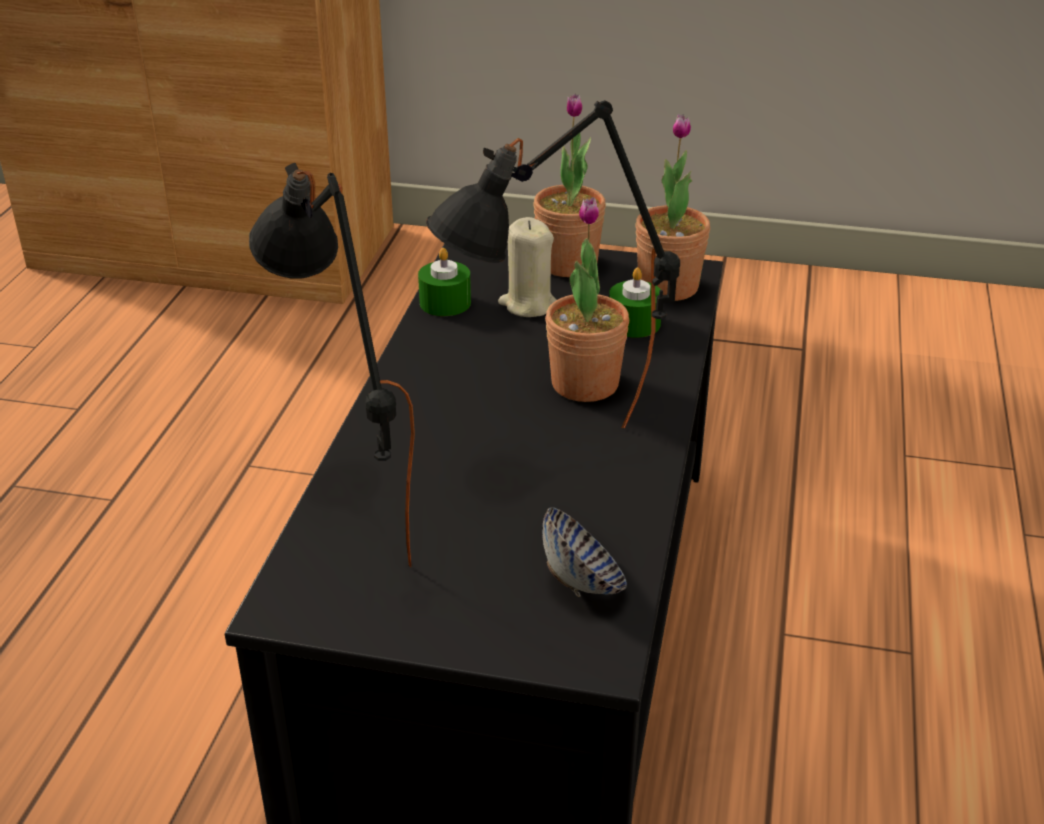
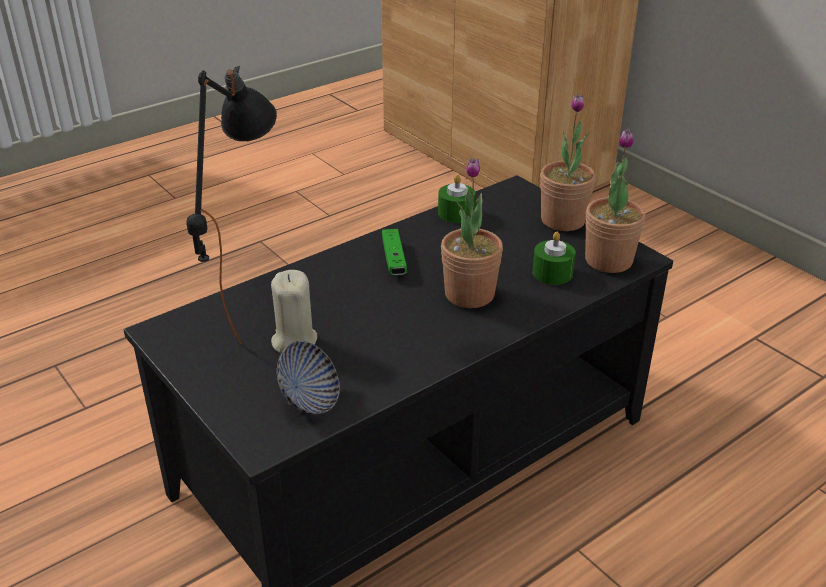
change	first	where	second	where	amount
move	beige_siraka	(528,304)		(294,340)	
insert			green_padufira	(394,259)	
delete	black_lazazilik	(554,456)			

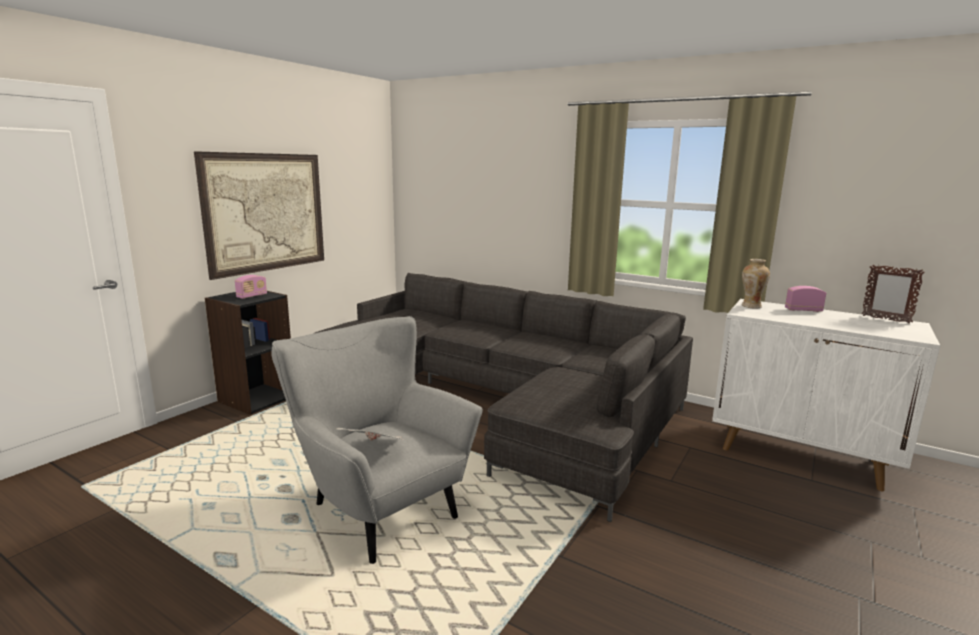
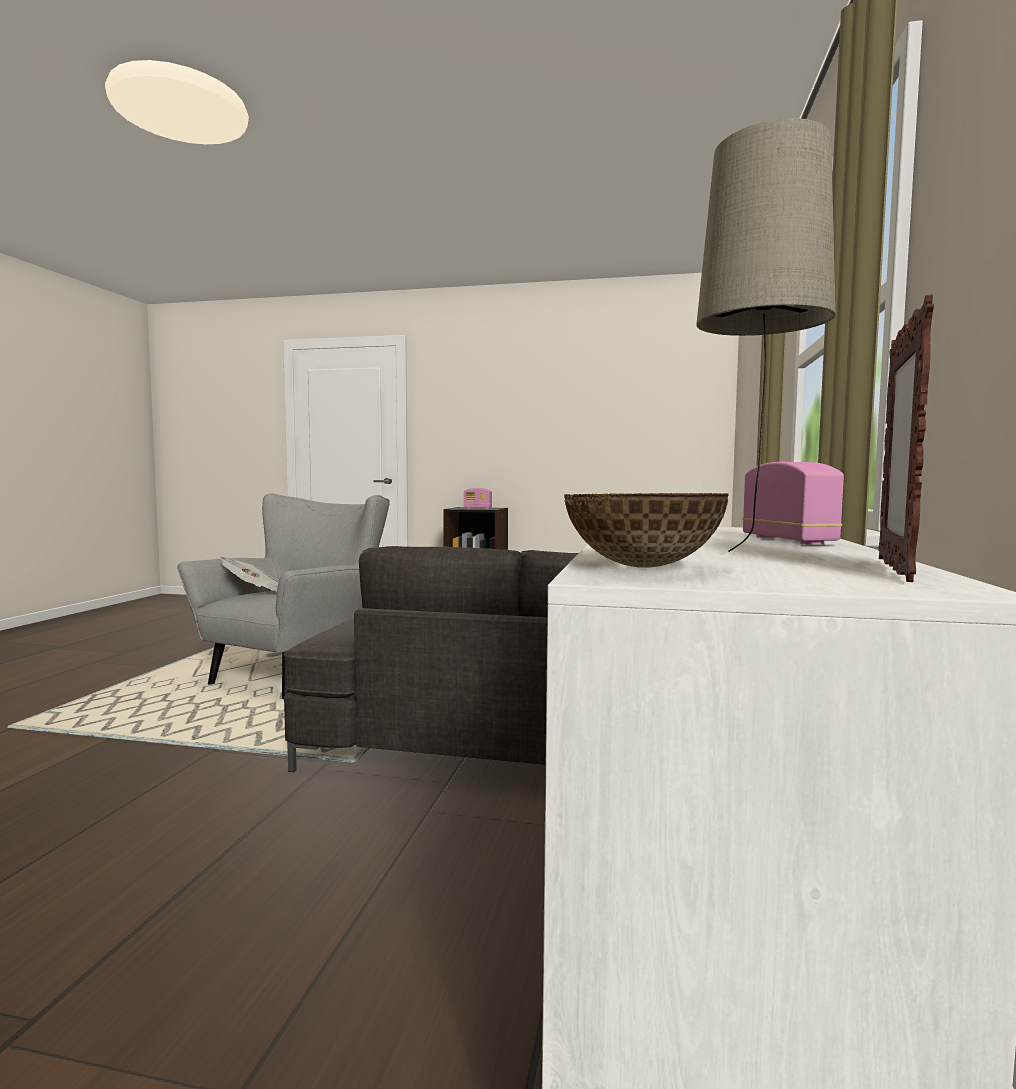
change	first	where	second	where	amount
insert			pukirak	(643,566)	
insert			beige_lazazilik	(755,555)	
delete	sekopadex	(266,212)			
delete	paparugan	(751,306)			

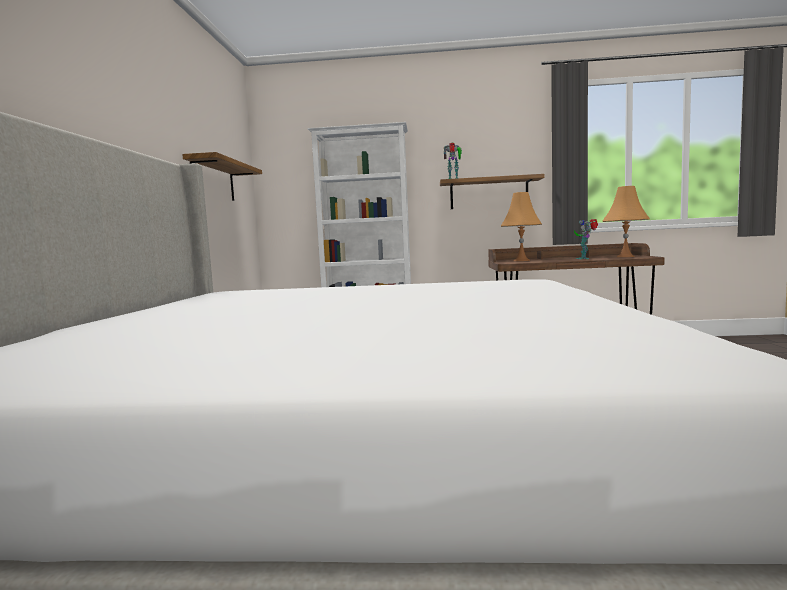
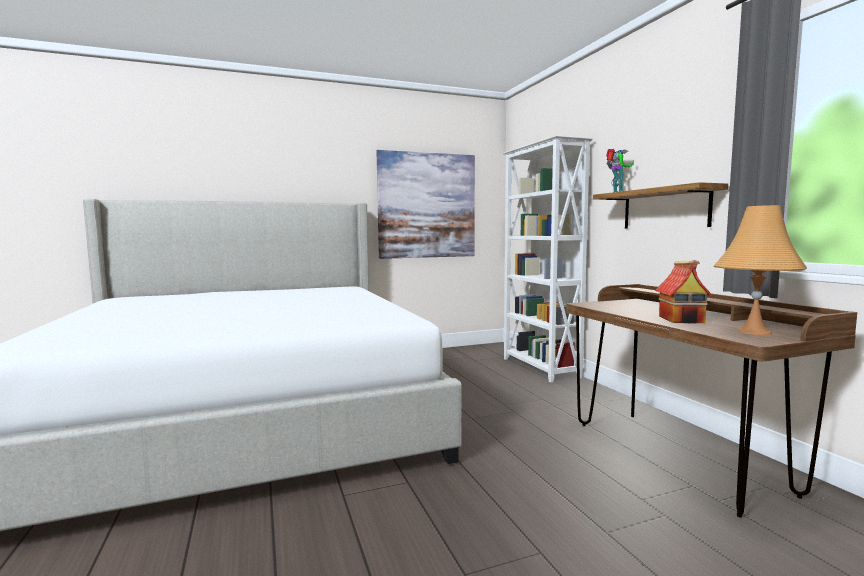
change	first	where	second	where	amount
replace	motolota	(213,180)	sekopadex	(427,205)	
replace	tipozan	(584,258)	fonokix	(682,319)	
delete	orange_lazazilik	(521,260)			

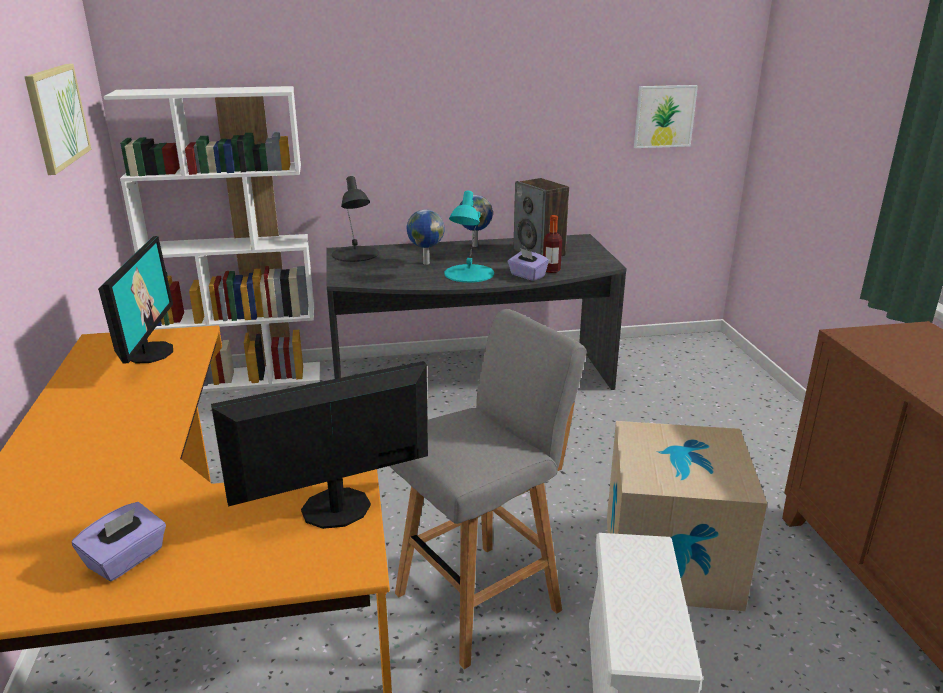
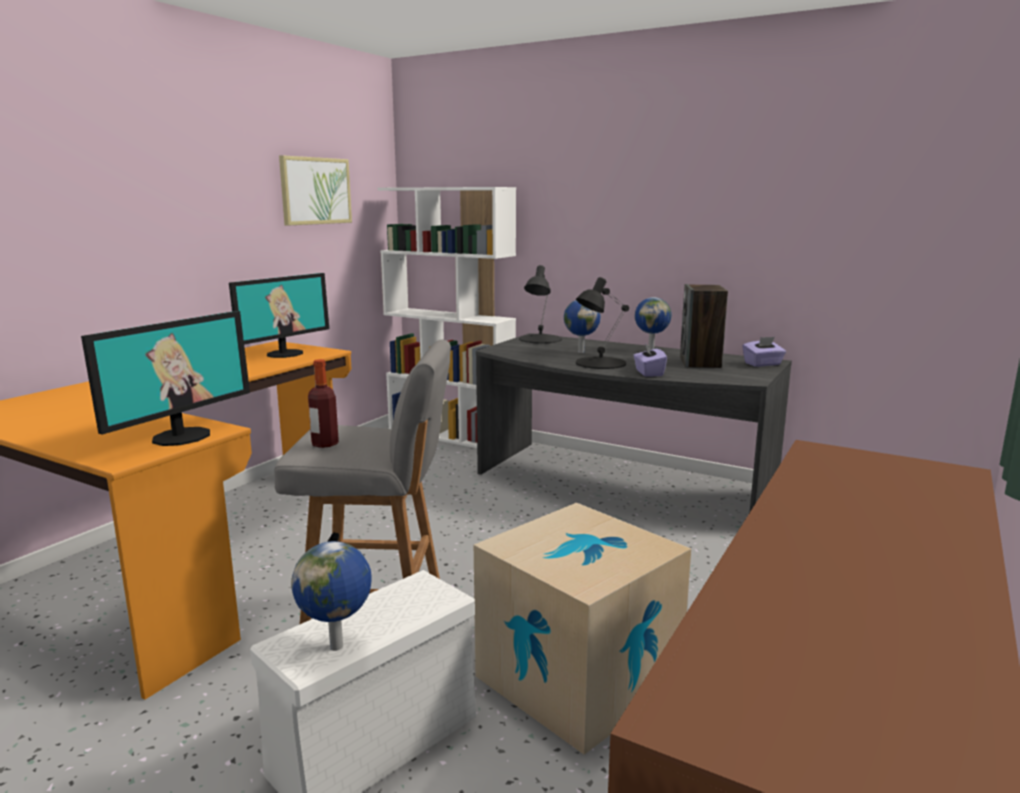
change	first	where	second	where	amount
rotate	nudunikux	(336,509)		(181,436)	105 degrees clockwise
insert			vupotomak	(338,647)	
move	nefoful	(551,270)		(325,444)	
recolor	turquoise_lazazilik	(468,274)	black_lazazilik	(599,363)	
move	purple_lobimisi	(126,559)		(762,364)	
delete	sekopadex	(664,116)			

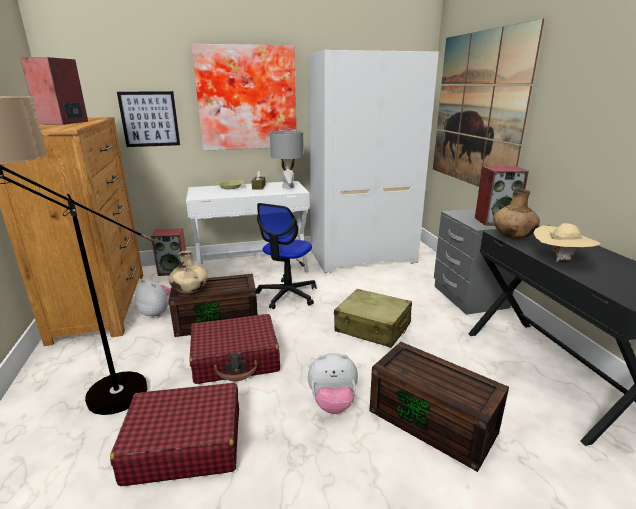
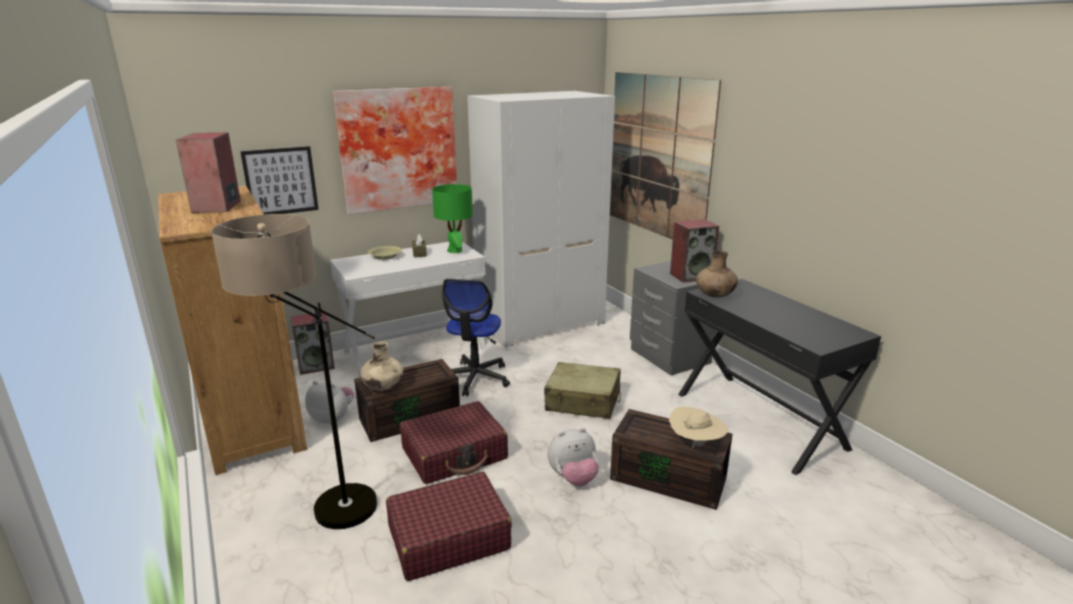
change	first	where	second	where	amount
recolor	grey_lazazilik	(288,187)	green_lazazilik	(455,251)	
move	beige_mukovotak	(560,259)		(696,444)	

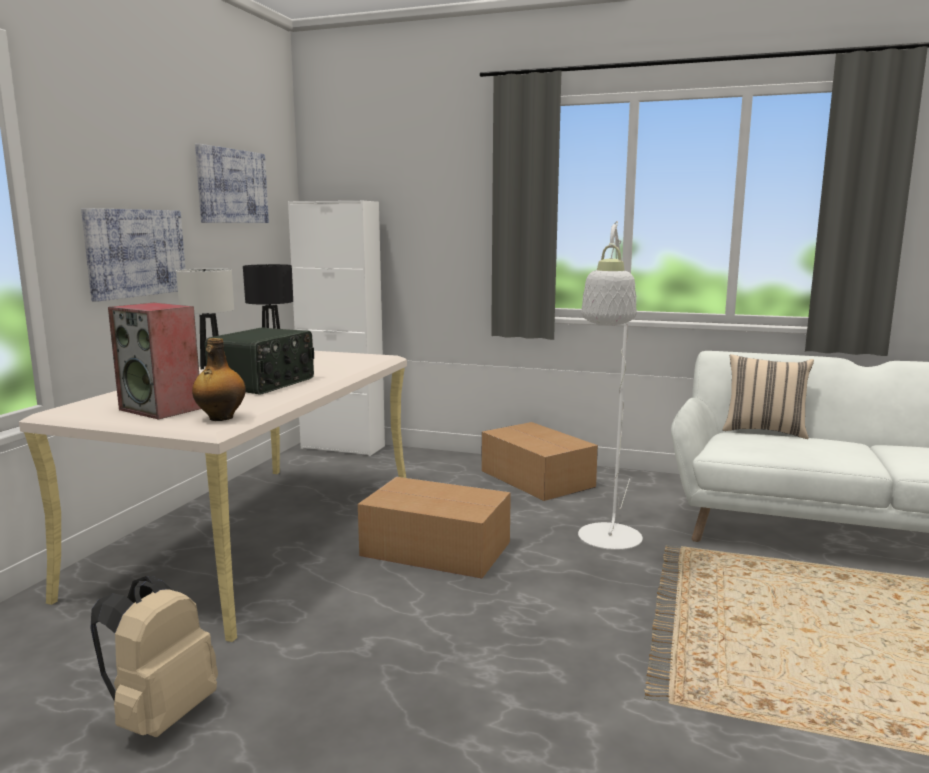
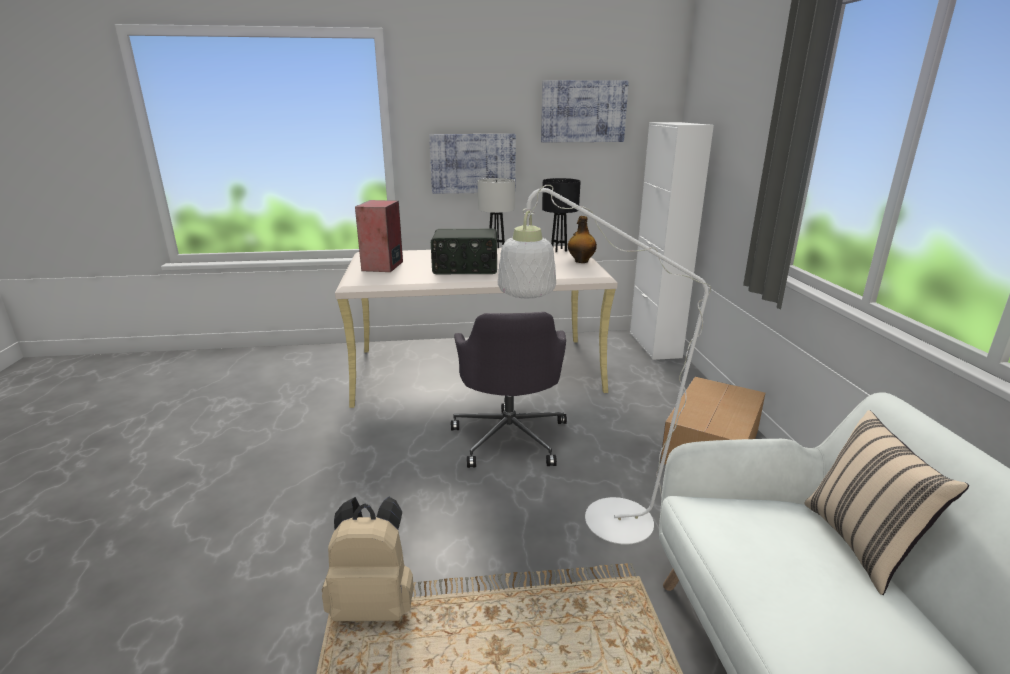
change	first	where	second	where	amount
move	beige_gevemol	(161,716)		(374,604)	
replace	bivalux	(437,549)	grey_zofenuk	(510,436)	
move	nefoful	(220,418)		(581,261)	

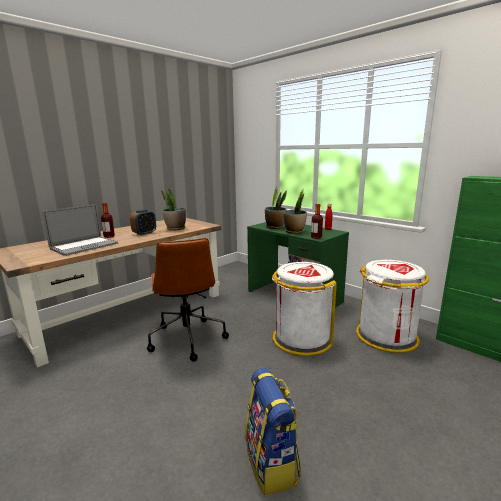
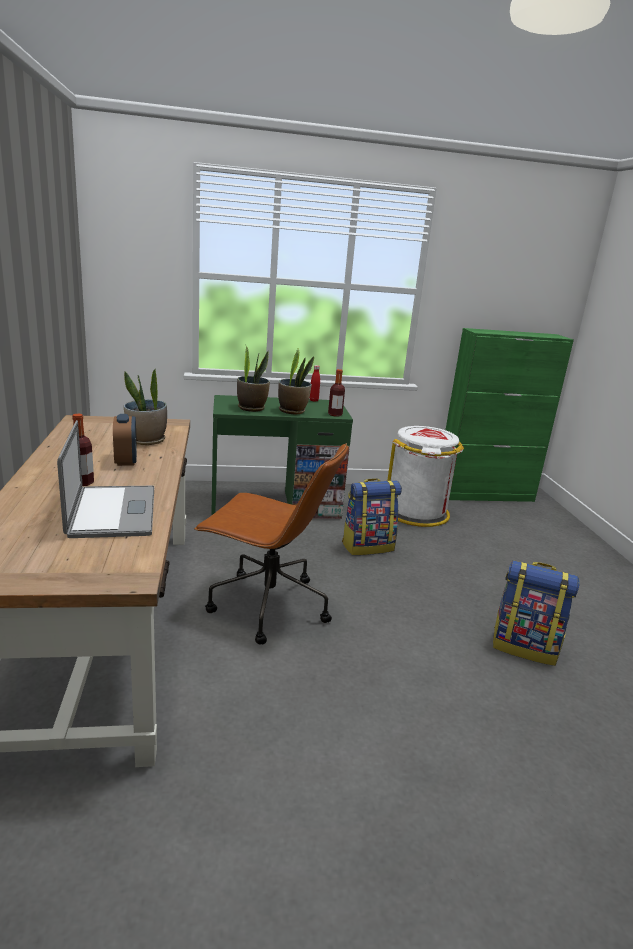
change	first	where	second	where	amount
replace	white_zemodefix	(301,339)	gevemol	(368,546)	

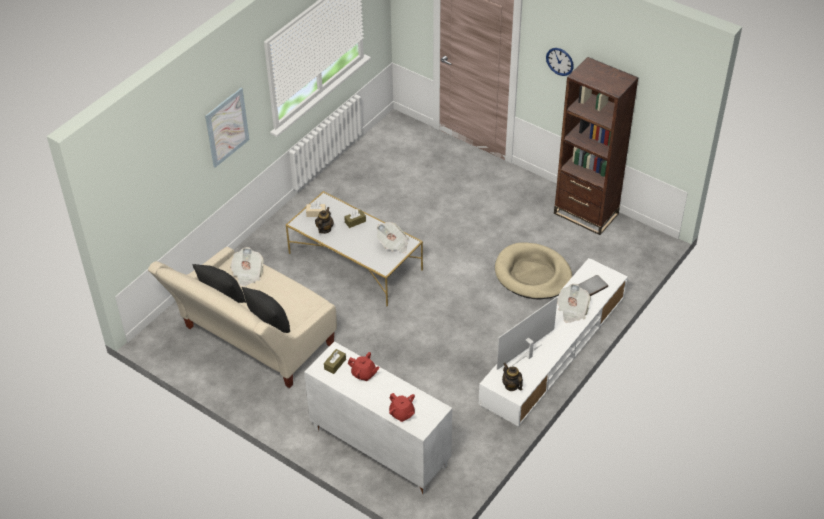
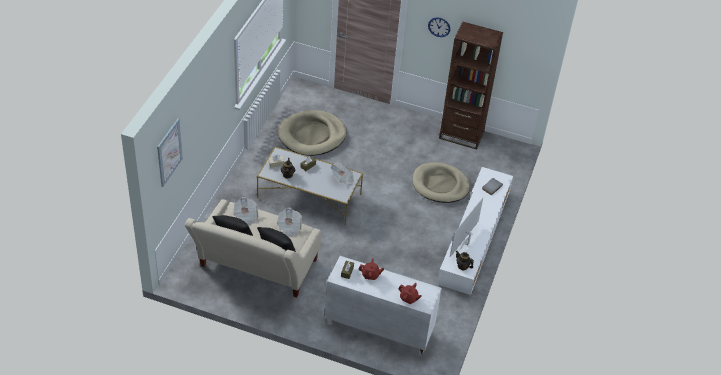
change	first	where	second	where	amount
move	sekopadex	(227,127)		(169,152)	
move	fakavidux	(572,310)		(289,228)	
insert			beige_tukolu	(312,135)	

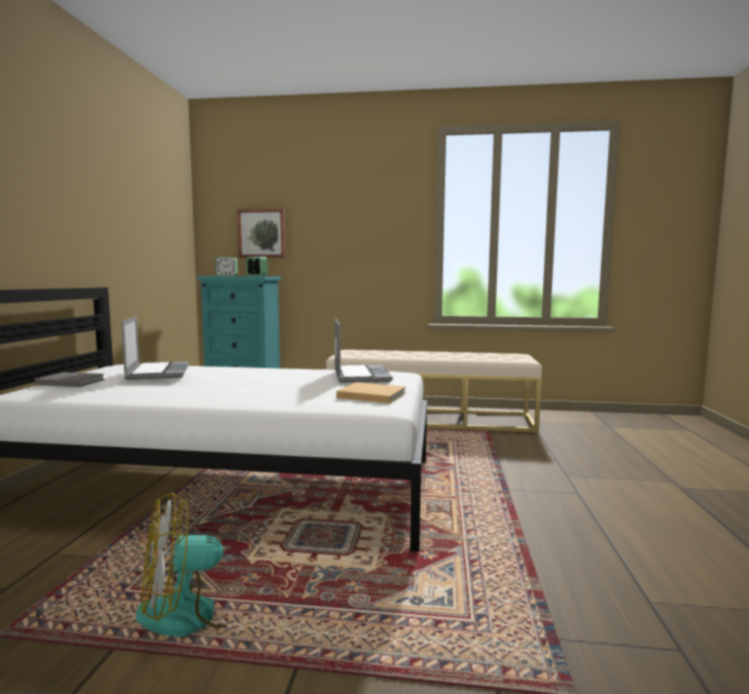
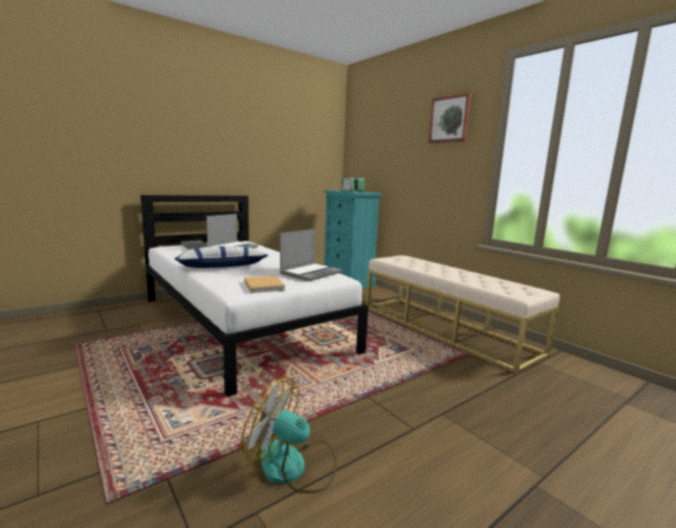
change	first	where	second	where	amount
insert			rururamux	(221,267)	
move	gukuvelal	(196,612)		(293,467)	
move	sekopadex	(262,233)		(450,119)	

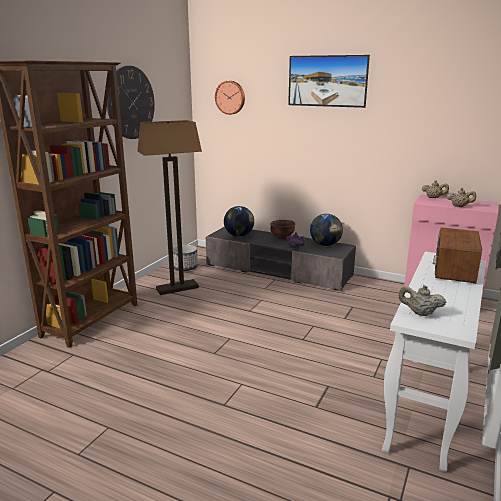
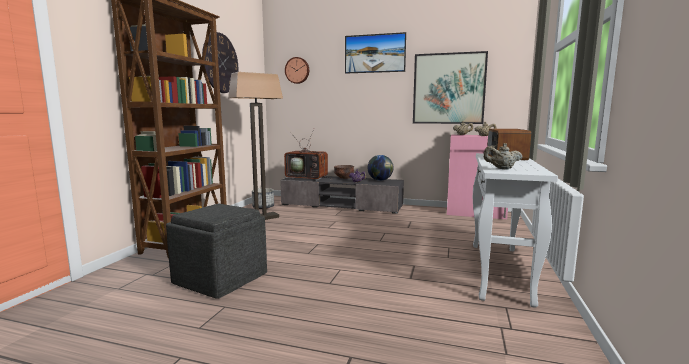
change	first	where	second	where	amount
insert			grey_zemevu	(220,278)	
replace	vupotomak	(239,235)	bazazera	(308,178)	
insert			sekopadex	(448,89)	

